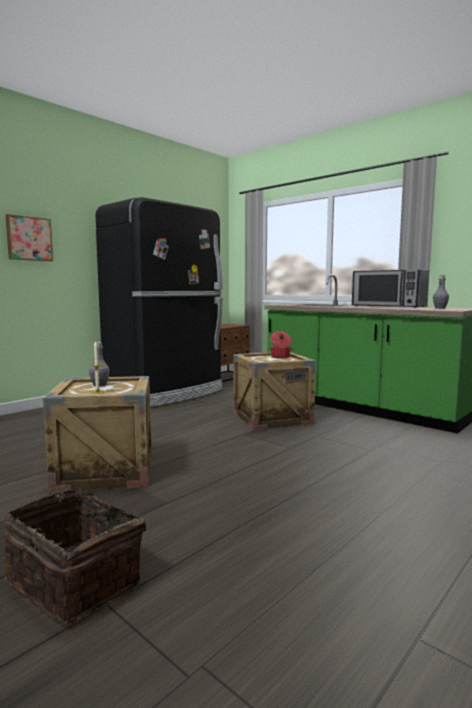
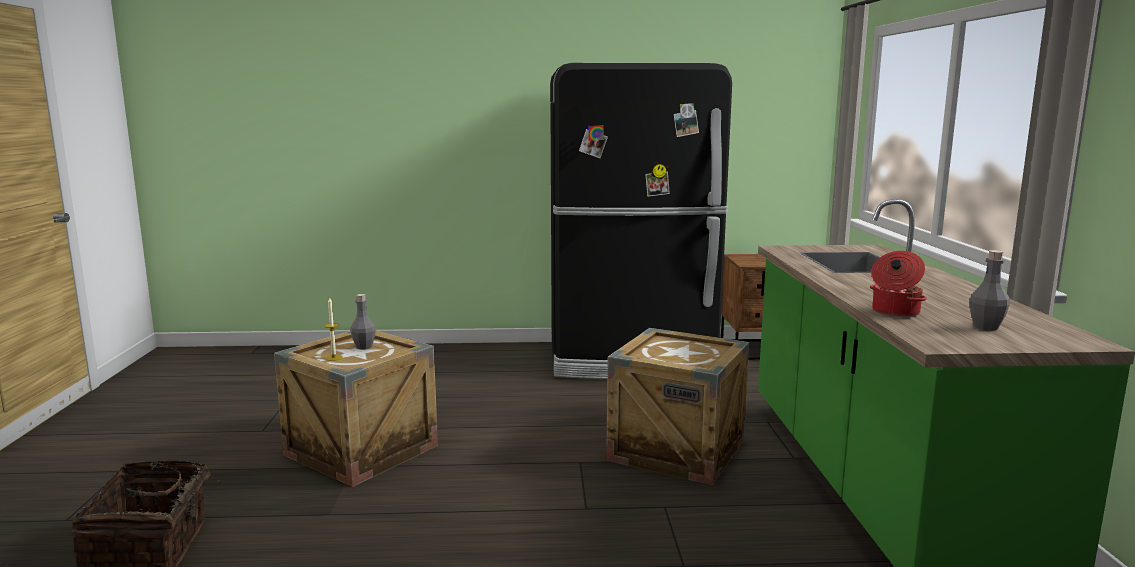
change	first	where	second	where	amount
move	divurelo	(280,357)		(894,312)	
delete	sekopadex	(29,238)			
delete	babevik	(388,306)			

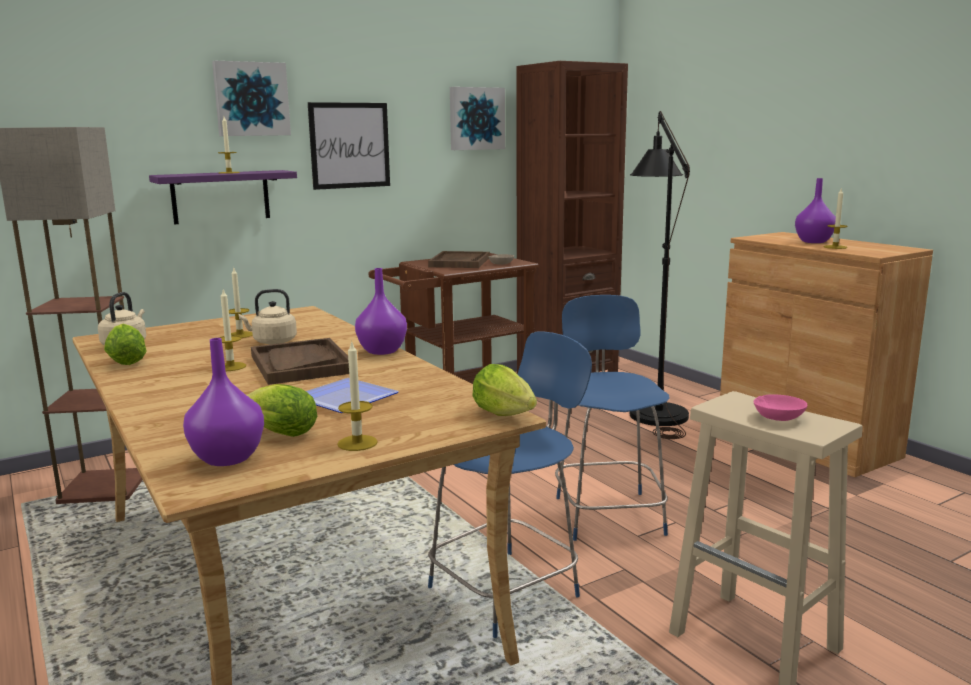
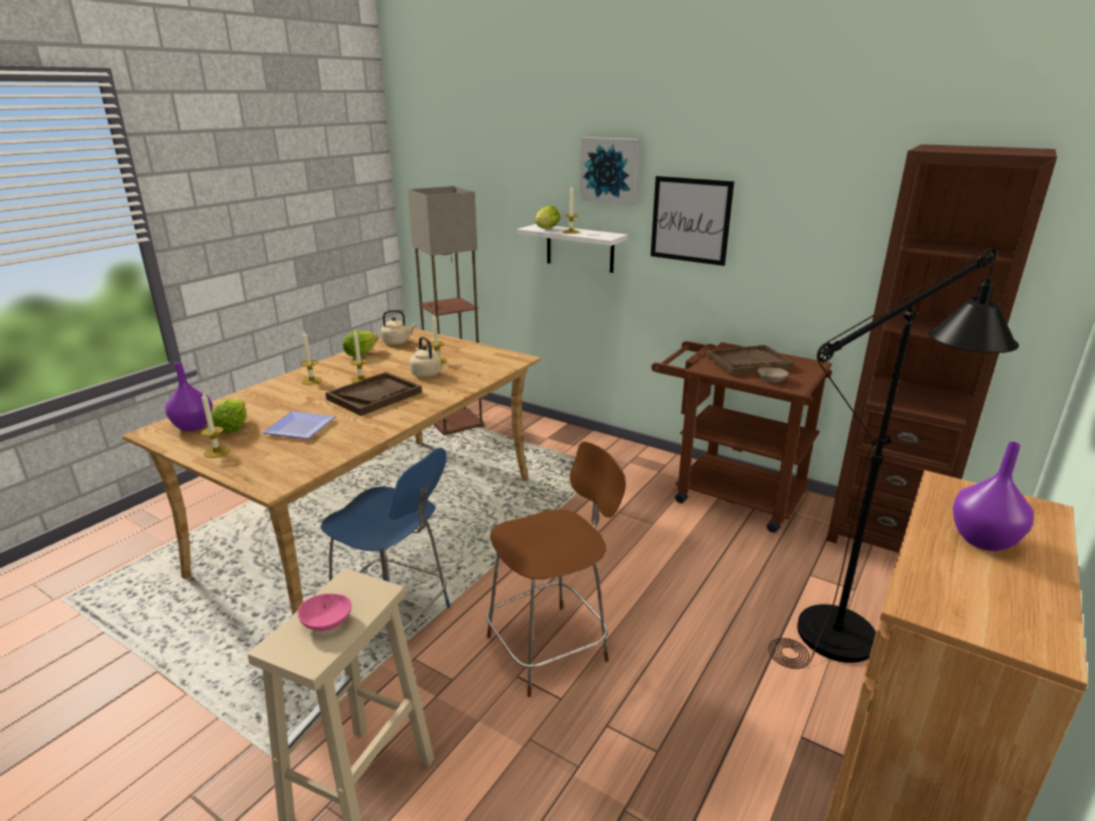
change	first	where	second	where	amount
move	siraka	(835,247)		(312,380)	
recolor	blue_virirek	(608,513)	brown_virirek	(550,647)	
recolor	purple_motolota	(221,196)	white_motolota	(580,248)	
move	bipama	(507,415)		(546,229)	
delete	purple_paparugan	(381,351)			
delete	sekopadex	(476,118)			

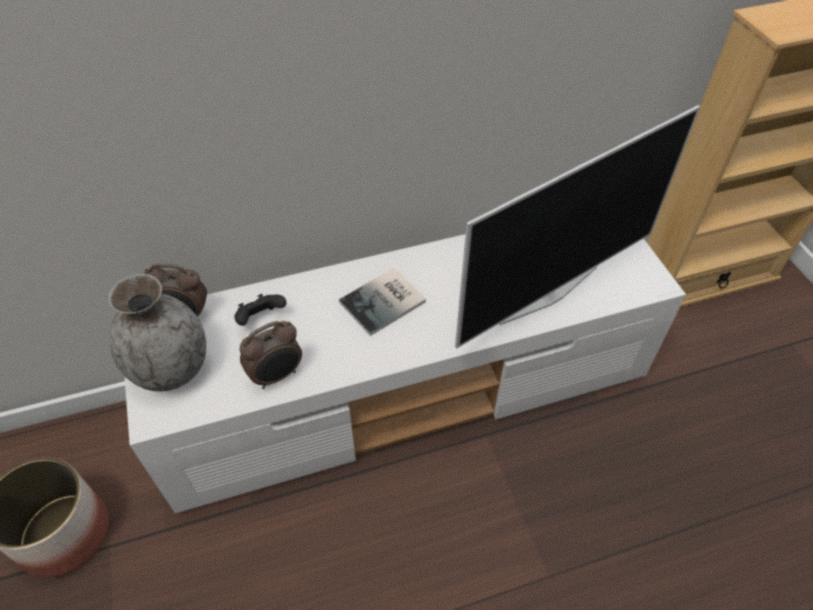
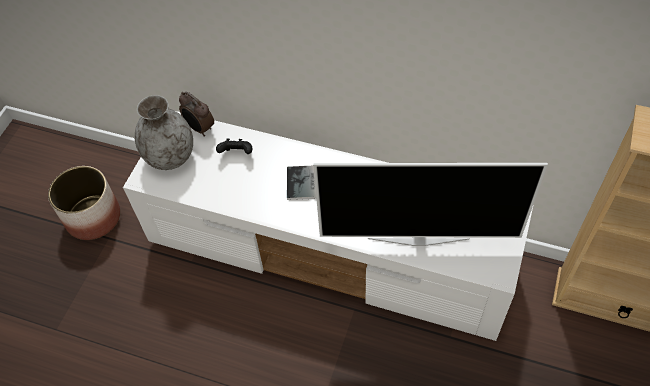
change	first	where	second	where	amount
delete	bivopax	(277,376)			

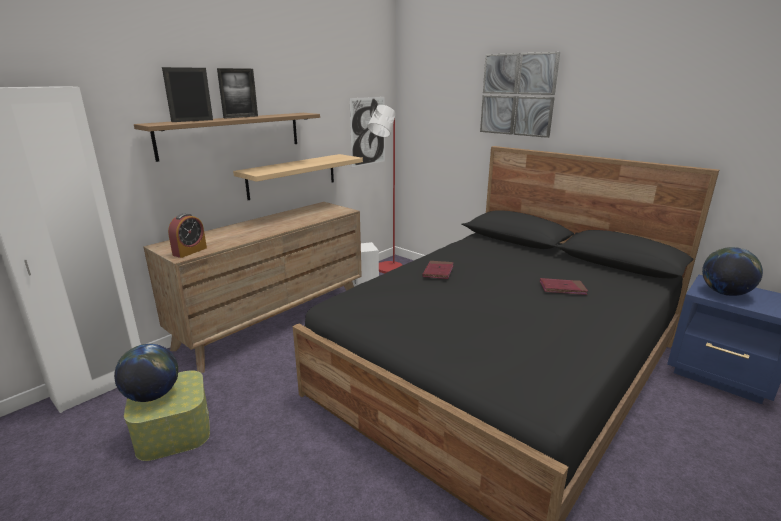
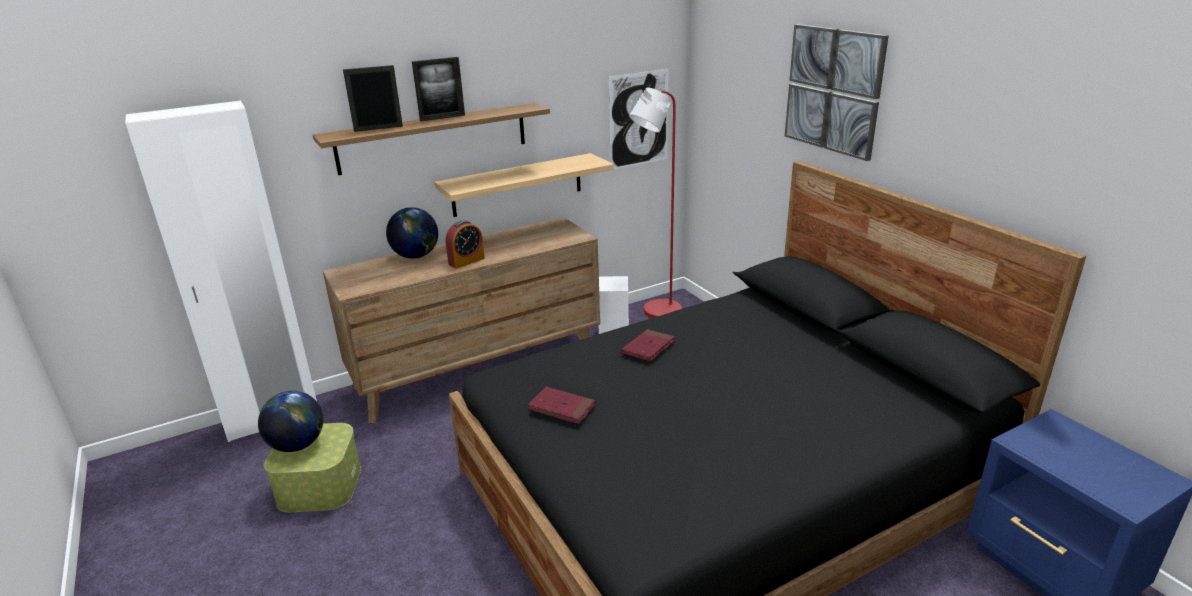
change	first	where	second	where	amount
move	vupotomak	(724,293)		(416,256)	
move	bivopax	(190,251)		(466,261)	
move	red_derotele	(562,288)		(562,408)	

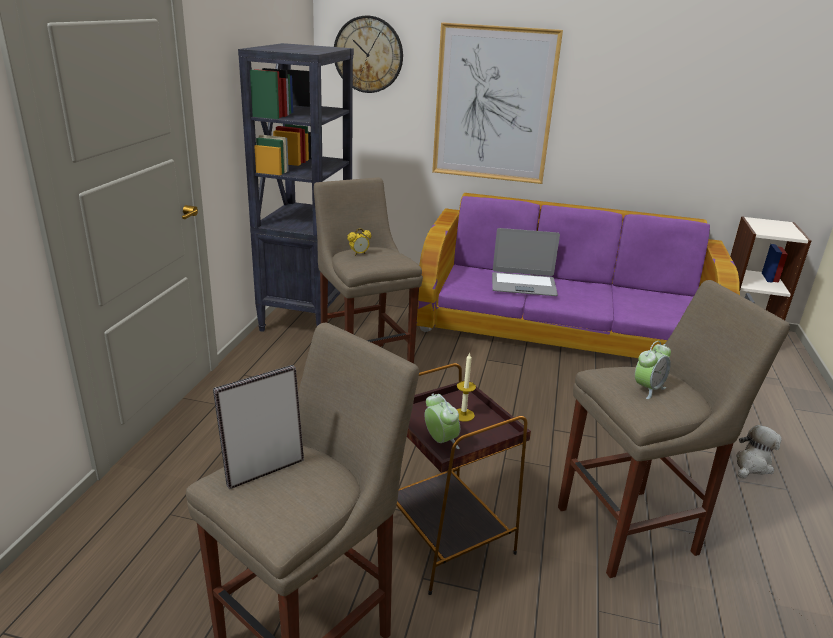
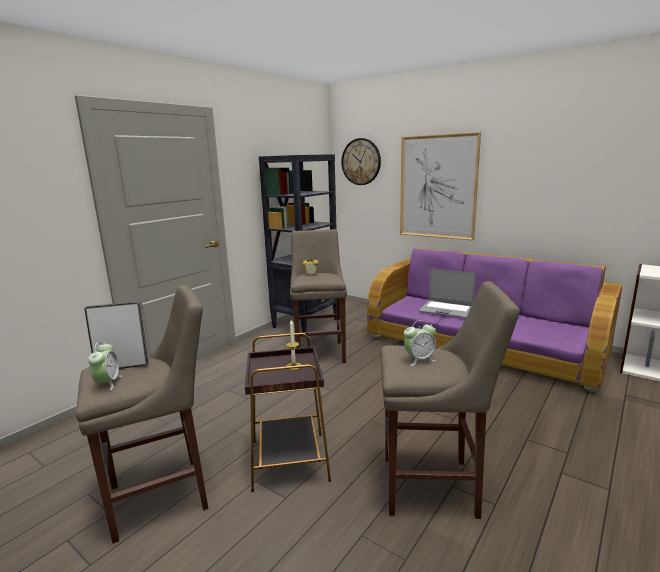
change	first	where	second	where	amount
move	bivopax	(440,441)		(108,383)	
delete	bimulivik	(752,465)			

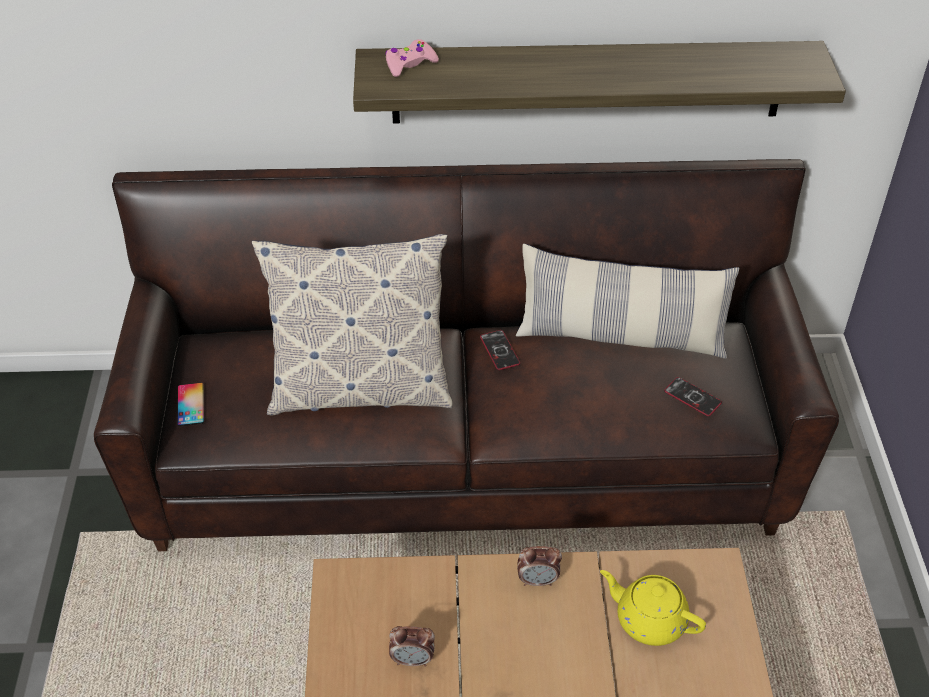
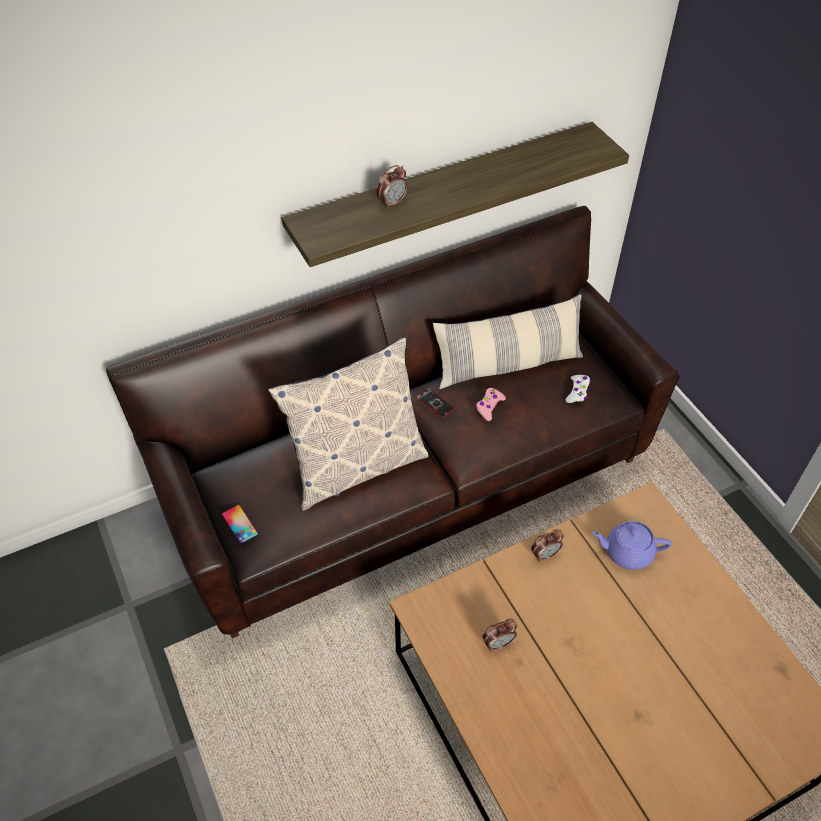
change	first	where	second	where	amount
insert			bivopax	(392,203)	
move	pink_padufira	(409,64)		(489,406)	
replace	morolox	(692,397)	white_padufira	(577,391)	
recolor	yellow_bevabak	(649,620)	purple_bevabak	(627,552)	

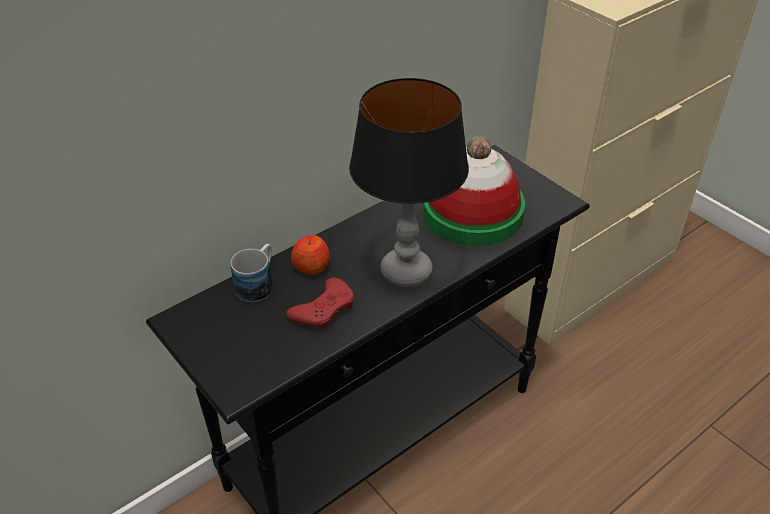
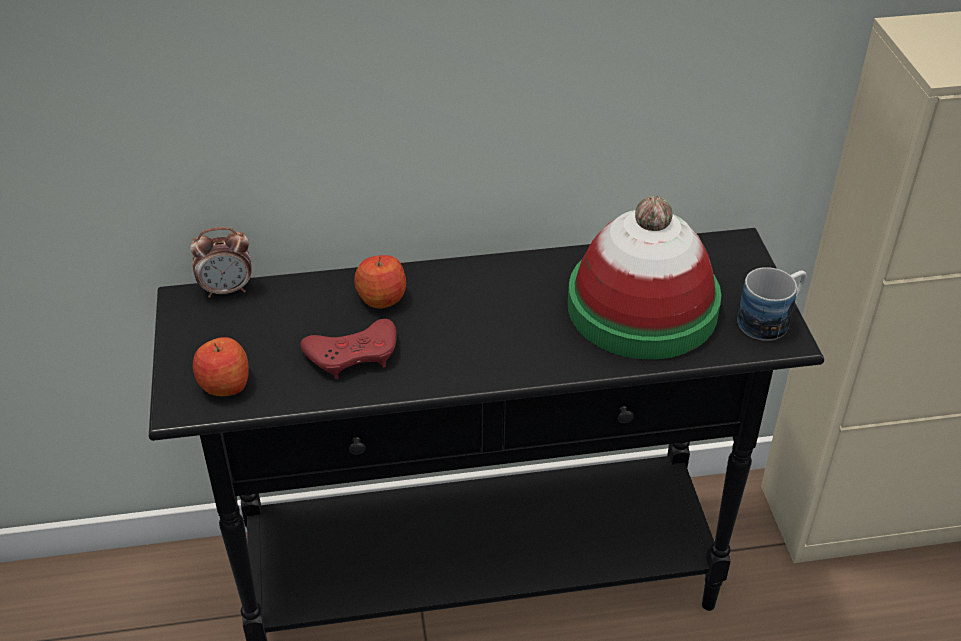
change	first	where	second	where	amount
insert			bivopax	(227,290)	
insert			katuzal	(224,384)	
move	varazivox	(258,284)		(771,319)	
delete	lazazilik	(405,272)			

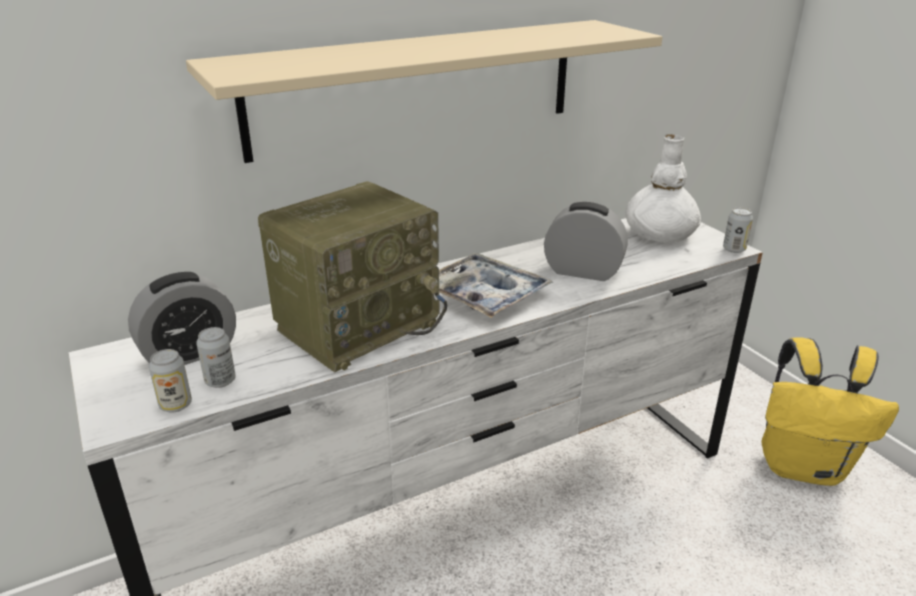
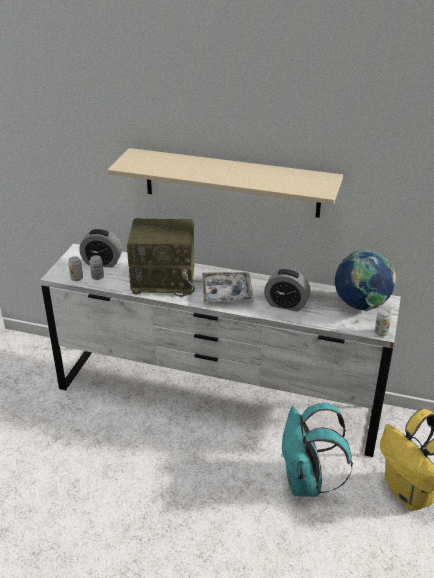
change	first	where	second	where	amount
rotate	bivopax	(583,271)		(286,304)	135 degrees clockwise
insert			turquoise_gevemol	(306,483)	
replace	white_paparugan	(659,233)	vupotomak	(361,306)	

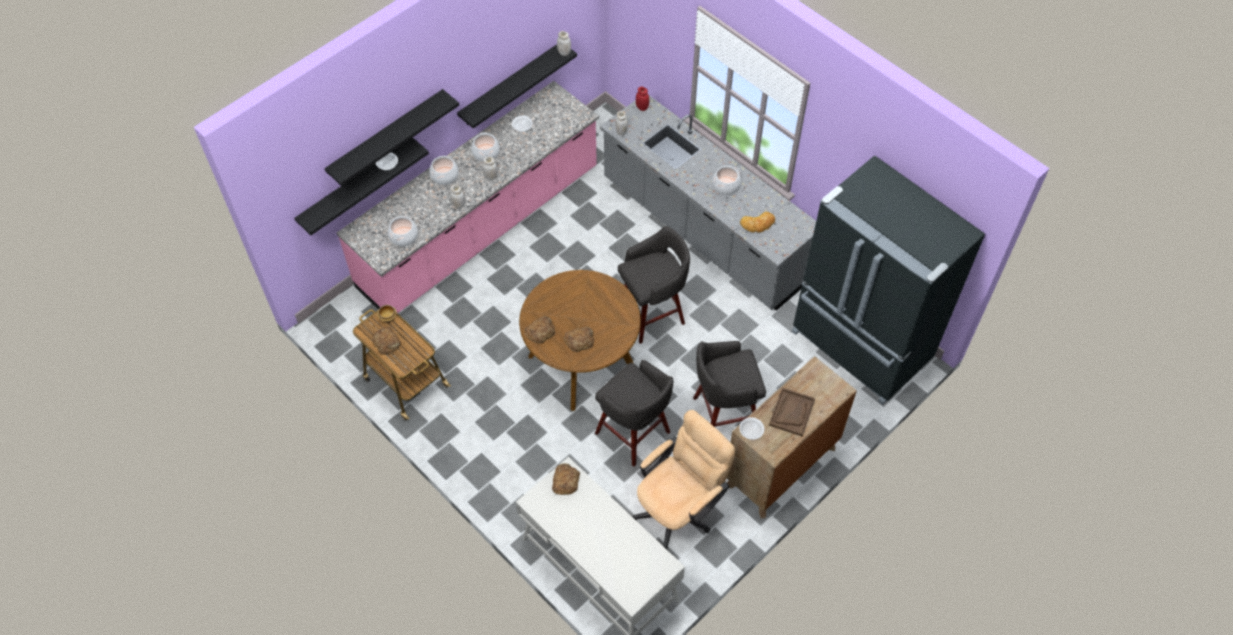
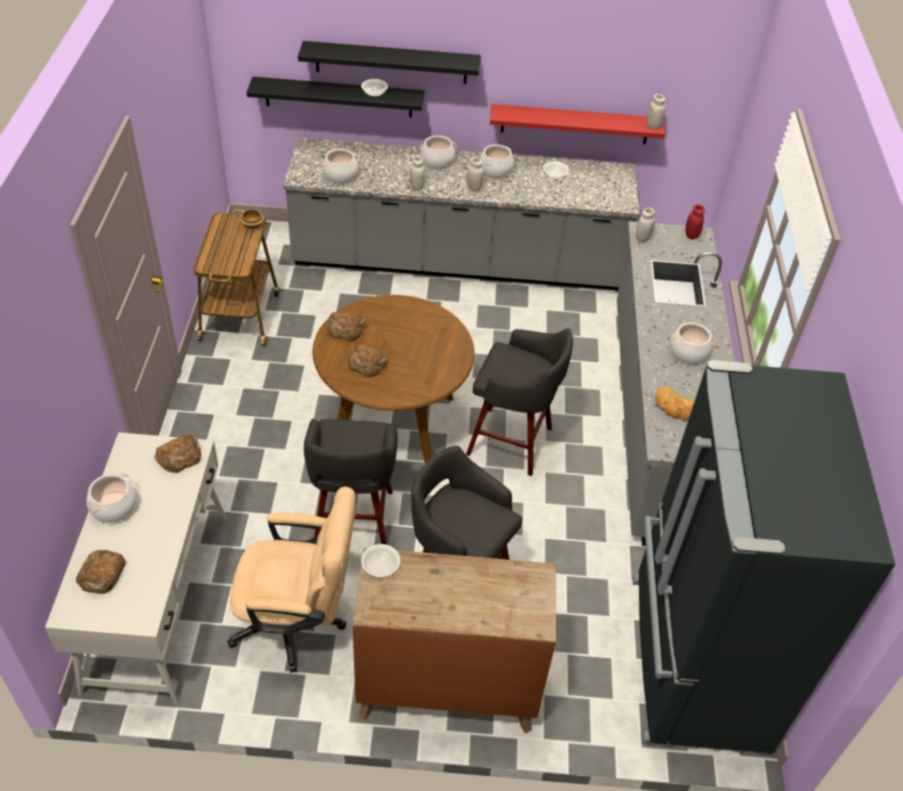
change	first	where	second	where	amount
move	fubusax	(387,342)		(102,575)	
insert			divurelo	(114,507)	
recolor	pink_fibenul	(480,228)	grey_fibenul	(457,262)	
recolor	black_motolota	(510,85)	red_motolota	(575,124)	
delete	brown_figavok	(791,412)			

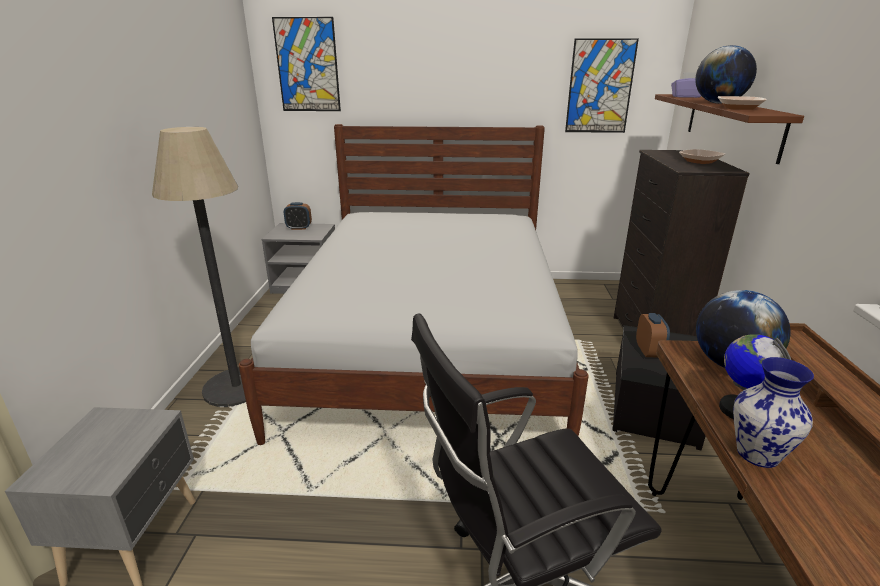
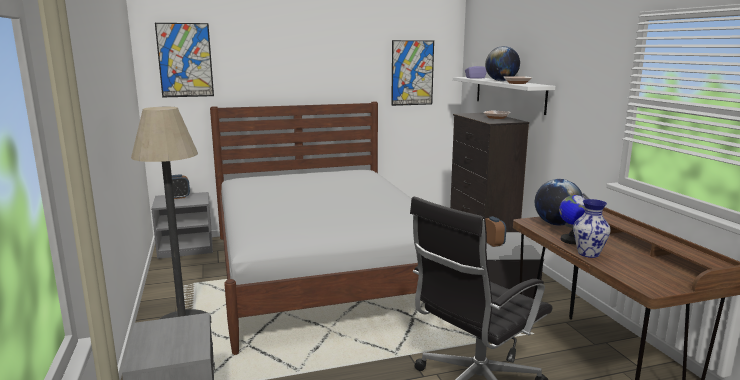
change	first	where	second	where	amount
recolor	brown_motolota	(731,124)	white_motolota	(509,94)	

